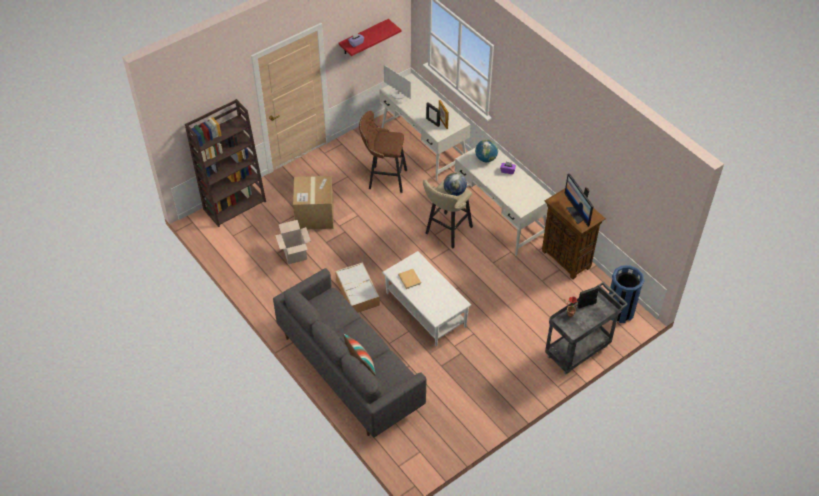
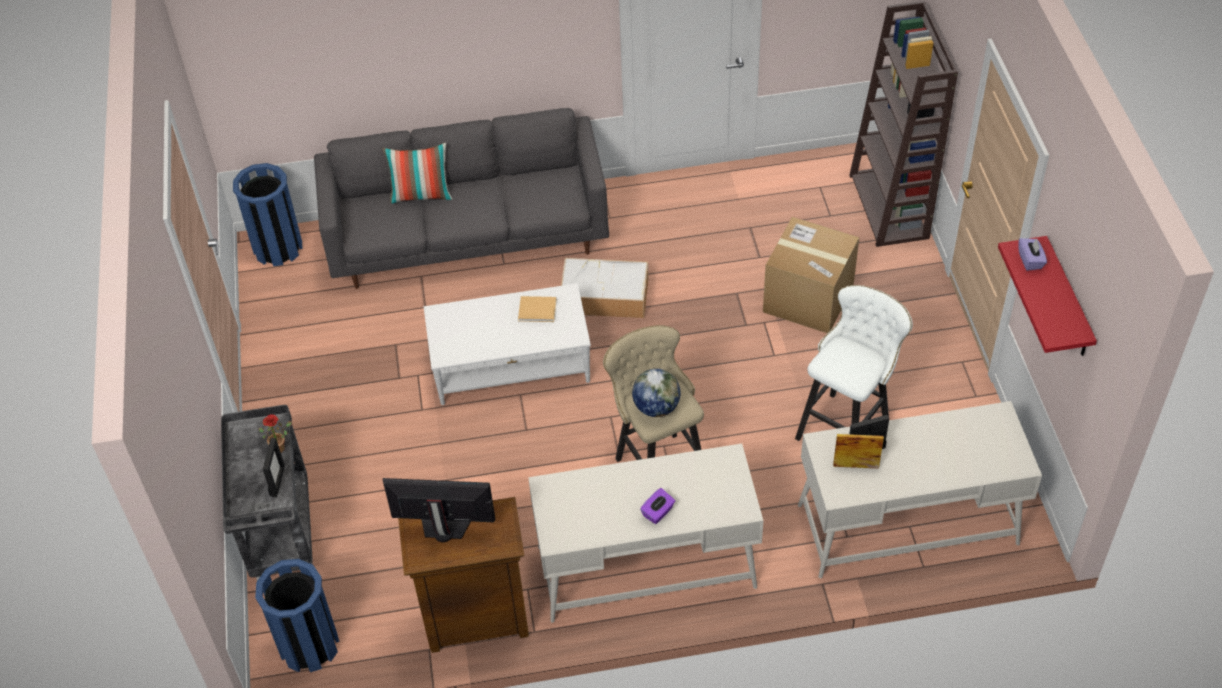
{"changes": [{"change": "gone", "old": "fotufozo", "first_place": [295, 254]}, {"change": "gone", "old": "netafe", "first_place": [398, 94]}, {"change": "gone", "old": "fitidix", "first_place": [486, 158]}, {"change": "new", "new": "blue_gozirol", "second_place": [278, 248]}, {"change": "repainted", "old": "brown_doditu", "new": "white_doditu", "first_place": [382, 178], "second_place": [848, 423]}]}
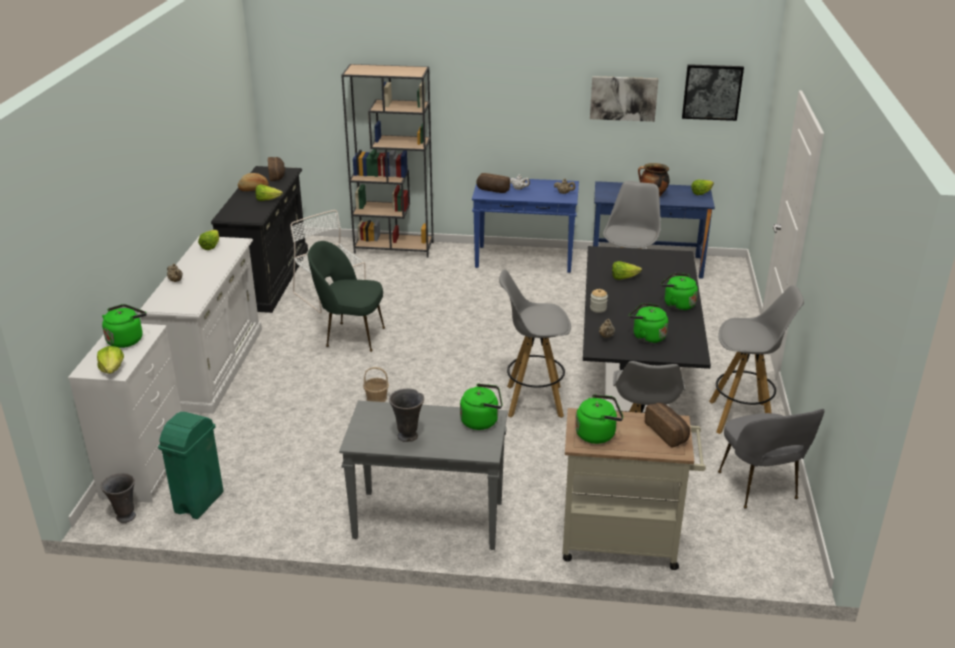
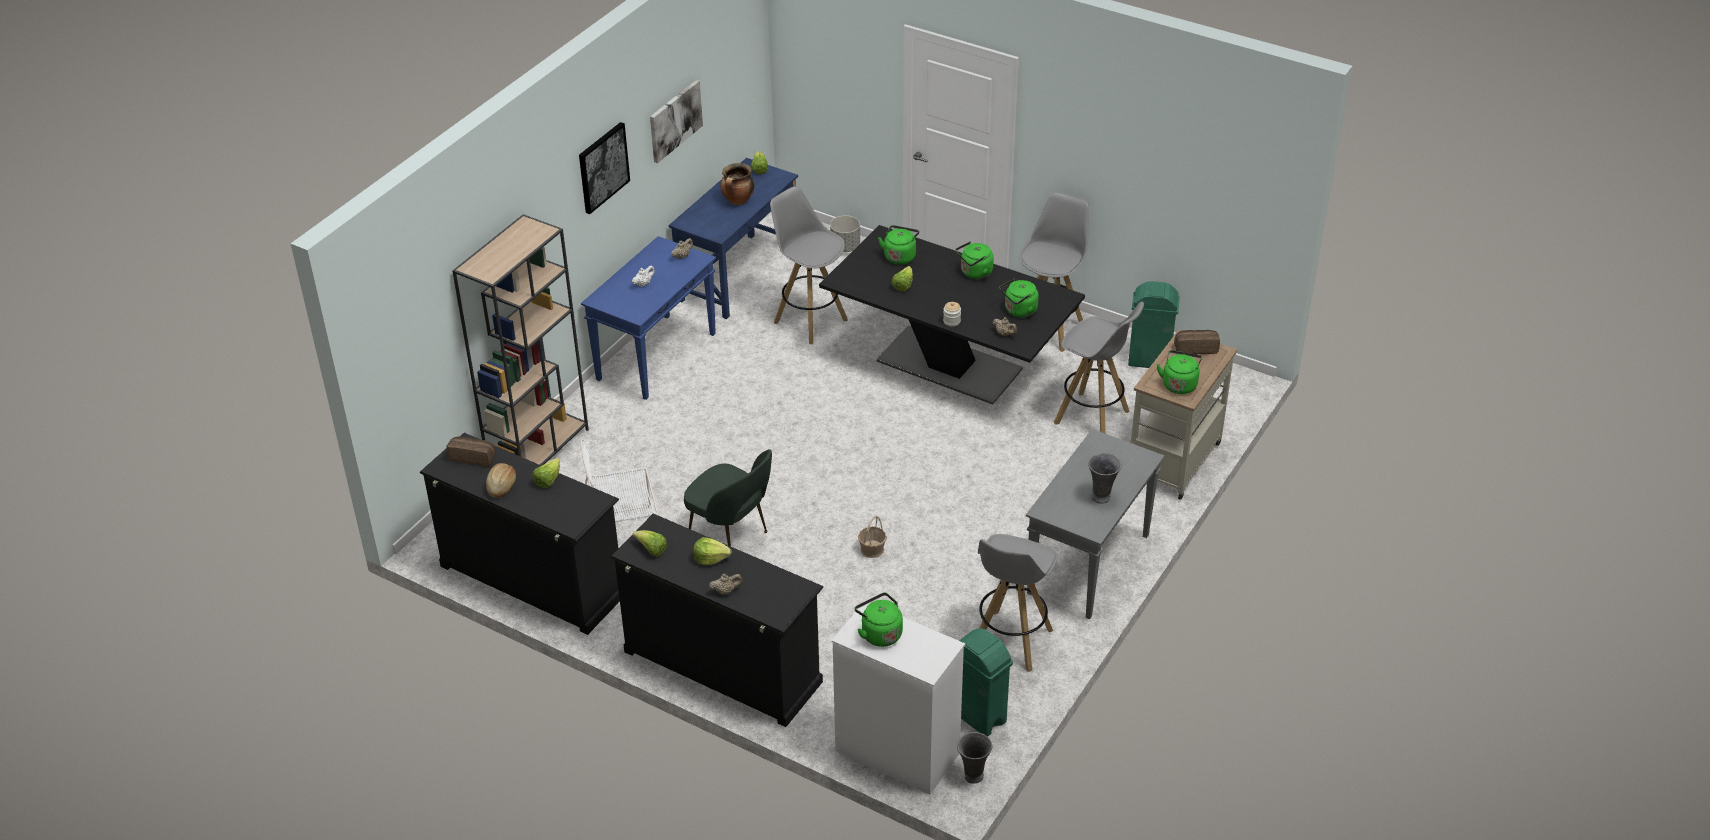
{"changes": [{"change": "gone", "old": "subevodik", "first_place": [492, 190]}, {"change": "new", "new": "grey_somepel", "second_place": [845, 247]}, {"change": "shifted", "old": "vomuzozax", "first_place": [112, 369], "second_place": [710, 558]}, {"change": "shifted", "old": "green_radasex", "first_place": [482, 421], "second_place": [900, 256]}, {"change": "shifted", "old": "grey_doditu", "first_place": [533, 401], "second_place": [1010, 641]}, {"change": "shifted", "old": "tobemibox", "first_place": [712, 92], "second_place": [603, 167]}, {"change": "swapped", "old": "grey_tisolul", "new": "green_gozirol", "first_place": [760, 490], "second_place": [1149, 361]}, {"change": "repainted", "old": "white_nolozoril", "new": "black_nolozoril", "first_place": [213, 367], "second_place": [722, 666]}, {"change": "rotated", "old": "green_tisolul", "first_place": [350, 336], "second_place": [732, 540], "degrees": -90}]}
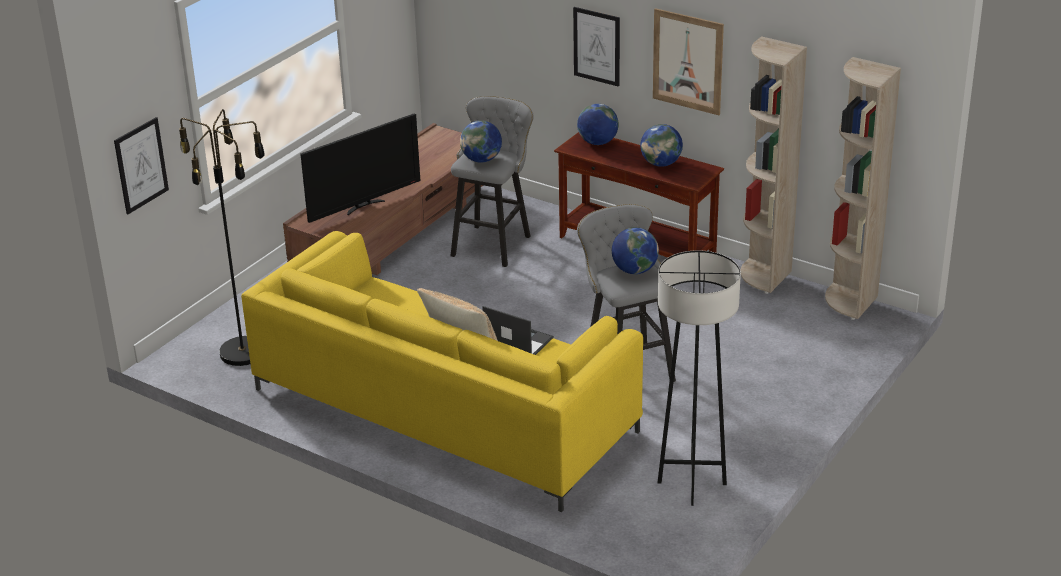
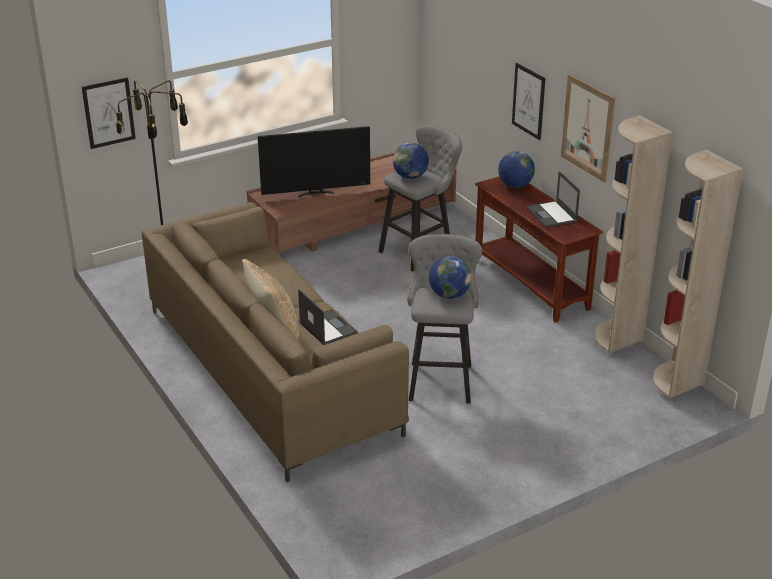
{"changes": [{"change": "gone", "old": "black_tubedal", "first_place": [692, 483]}, {"change": "swapped", "old": "fitidix", "new": "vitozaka", "first_place": [661, 164], "second_place": [552, 215]}, {"change": "repainted", "old": "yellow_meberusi", "new": "brown_meberusi", "first_place": [443, 409], "second_place": [270, 369]}]}
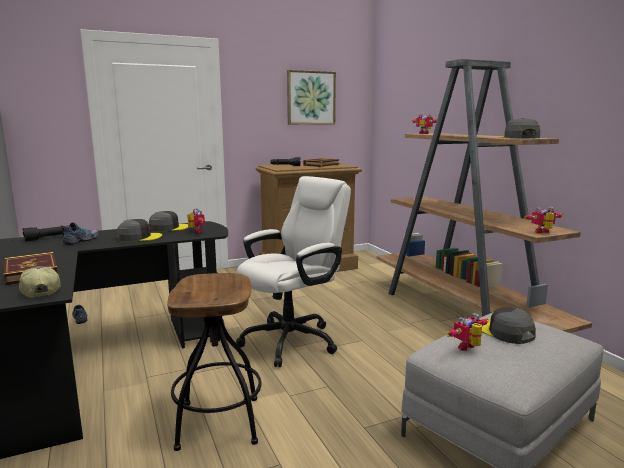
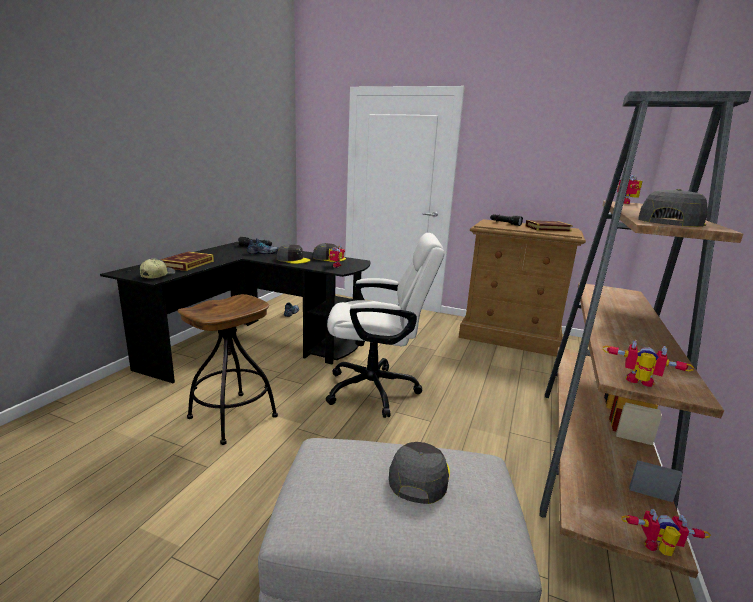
{"changes": [{"change": "gone", "old": "tobemibox", "first_place": [311, 98]}, {"change": "shifted", "old": "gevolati", "first_place": [469, 348], "second_place": [659, 551]}]}
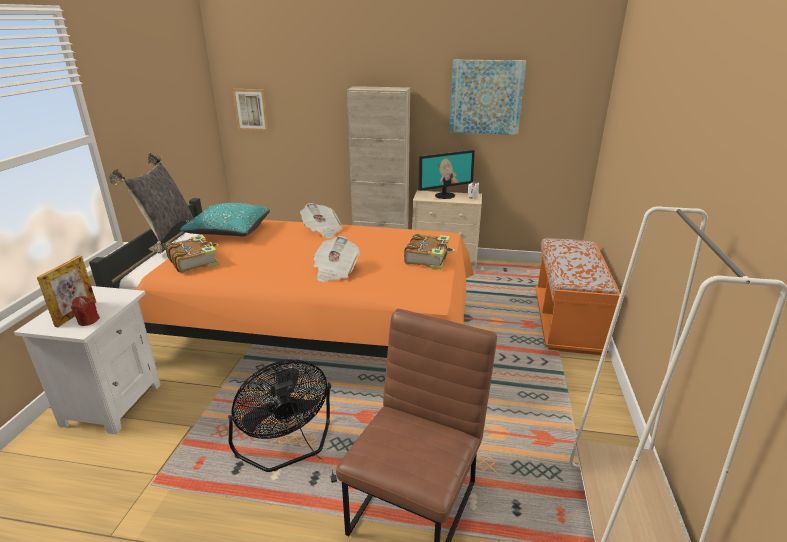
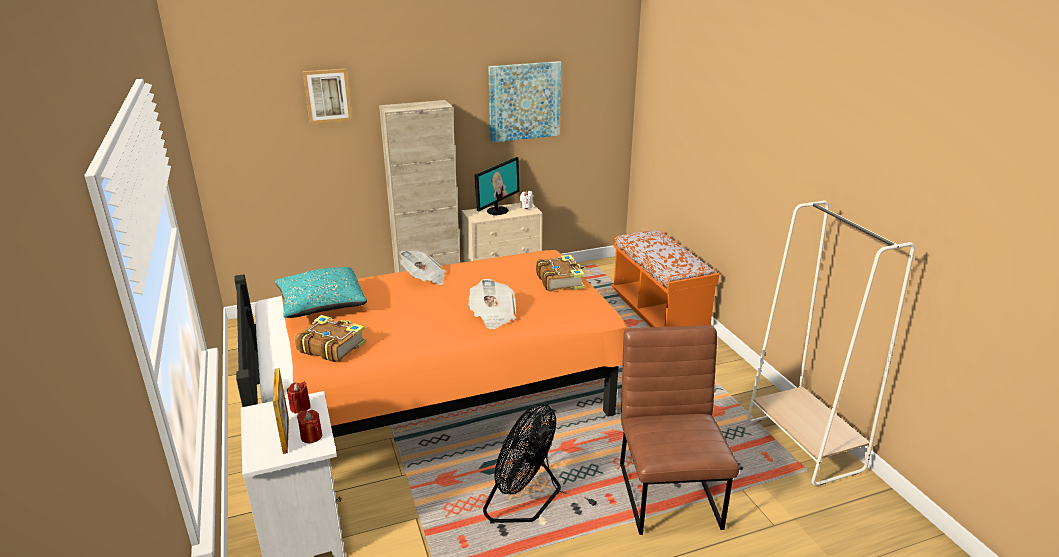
{"changes": [{"change": "gone", "old": "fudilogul", "first_place": [166, 241]}, {"change": "new", "new": "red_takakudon", "second_place": [300, 407]}, {"change": "shifted", "old": "tobemibox", "first_place": [251, 109], "second_place": [327, 95]}]}
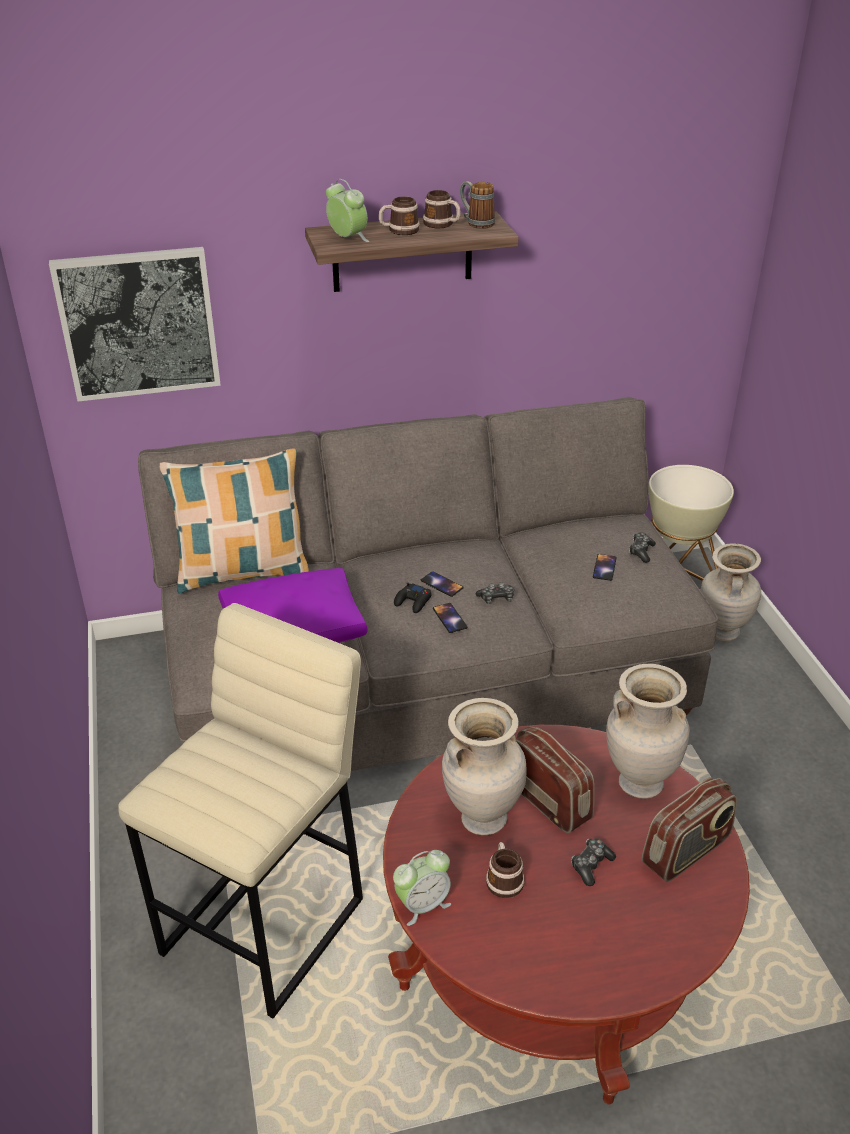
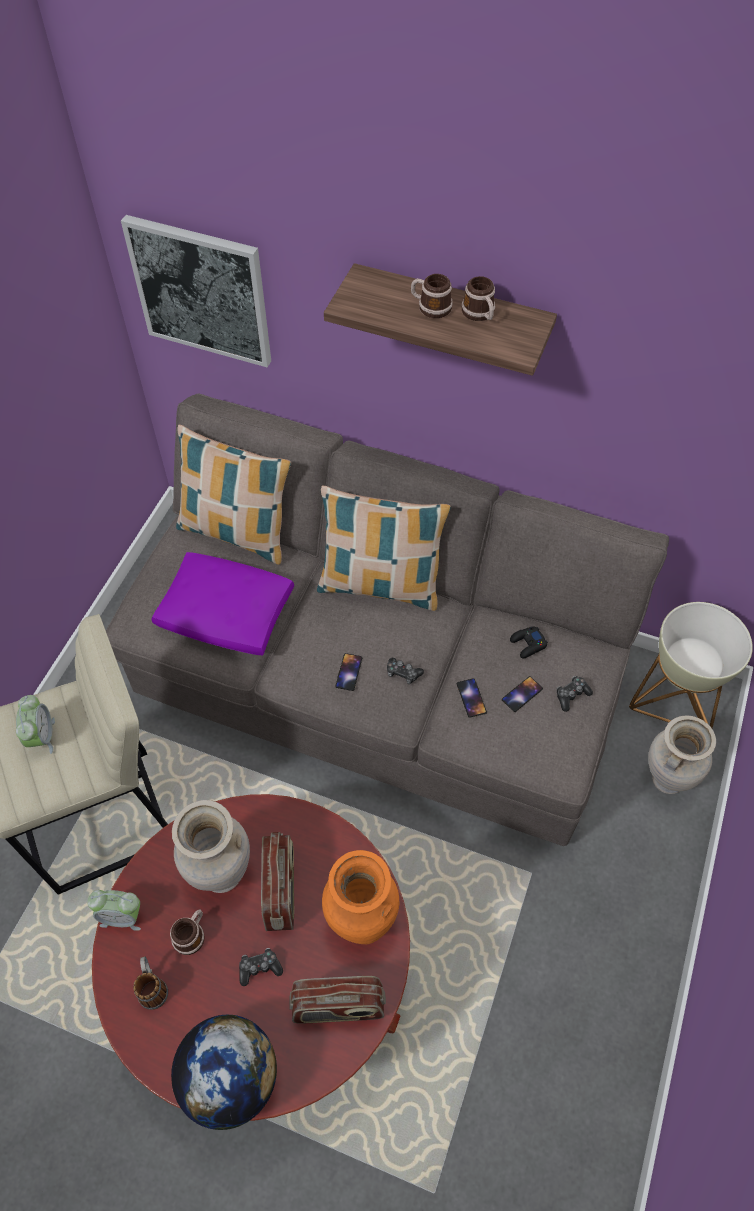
{"changes": [{"change": "new", "new": "fitidix", "second_place": [230, 1078]}, {"change": "new", "new": "fudilogul", "second_place": [380, 585]}, {"change": "shifted", "old": "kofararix", "first_place": [347, 239], "second_place": [41, 736]}, {"change": "shifted", "old": "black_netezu", "first_place": [413, 602], "second_place": [528, 644]}, {"change": "shifted", "old": "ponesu", "first_place": [442, 584], "second_place": [471, 698]}, {"change": "shifted", "old": "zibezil", "first_place": [476, 222], "second_place": [152, 987]}, {"change": "repainted", "old": "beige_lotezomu", "new": "orange_lotezomu", "first_place": [639, 782], "second_place": [362, 921]}]}
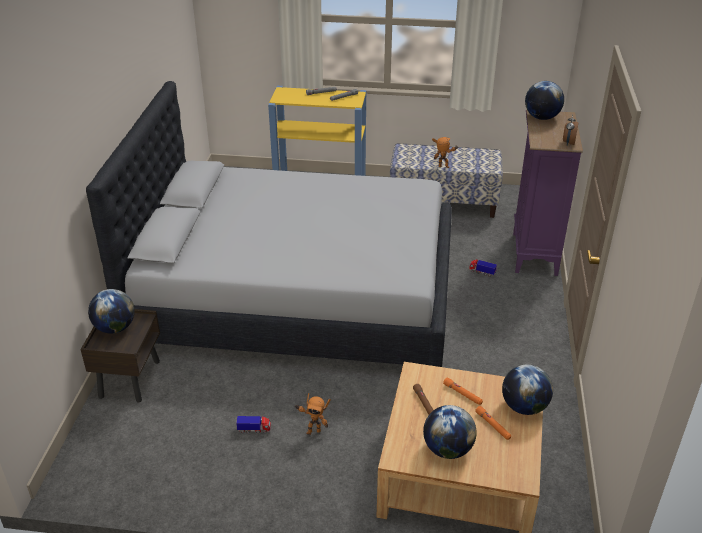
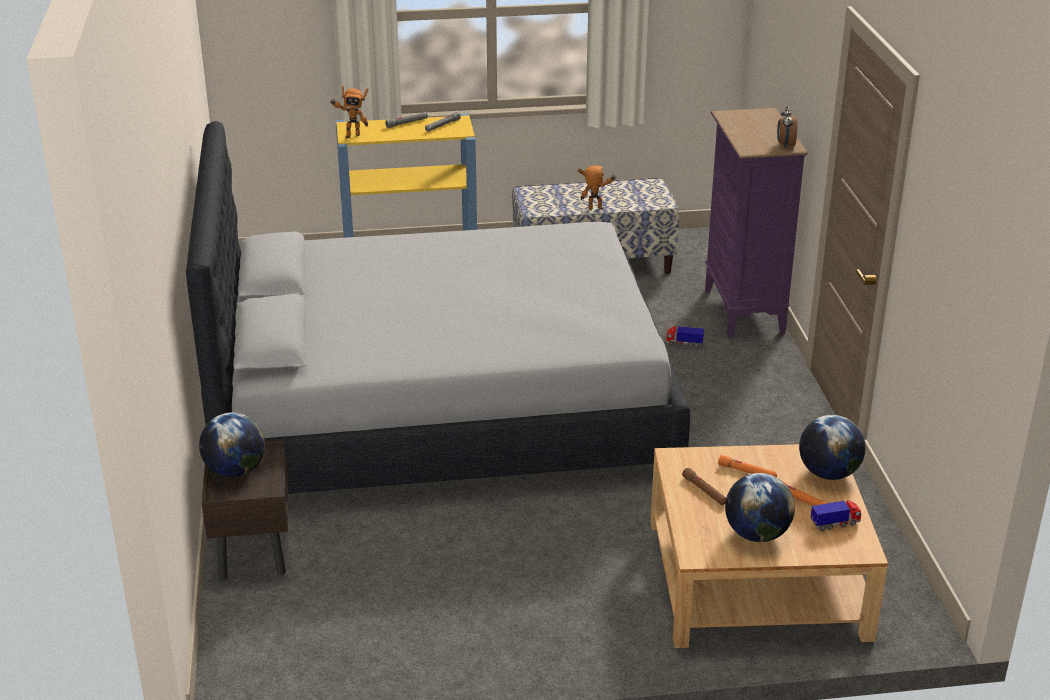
{"changes": [{"change": "gone", "old": "fitidix", "first_place": [542, 117]}, {"change": "shifted", "old": "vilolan", "first_place": [254, 429], "second_place": [835, 524]}, {"change": "shifted", "old": "gevolati", "first_place": [313, 431], "second_place": [351, 135]}]}
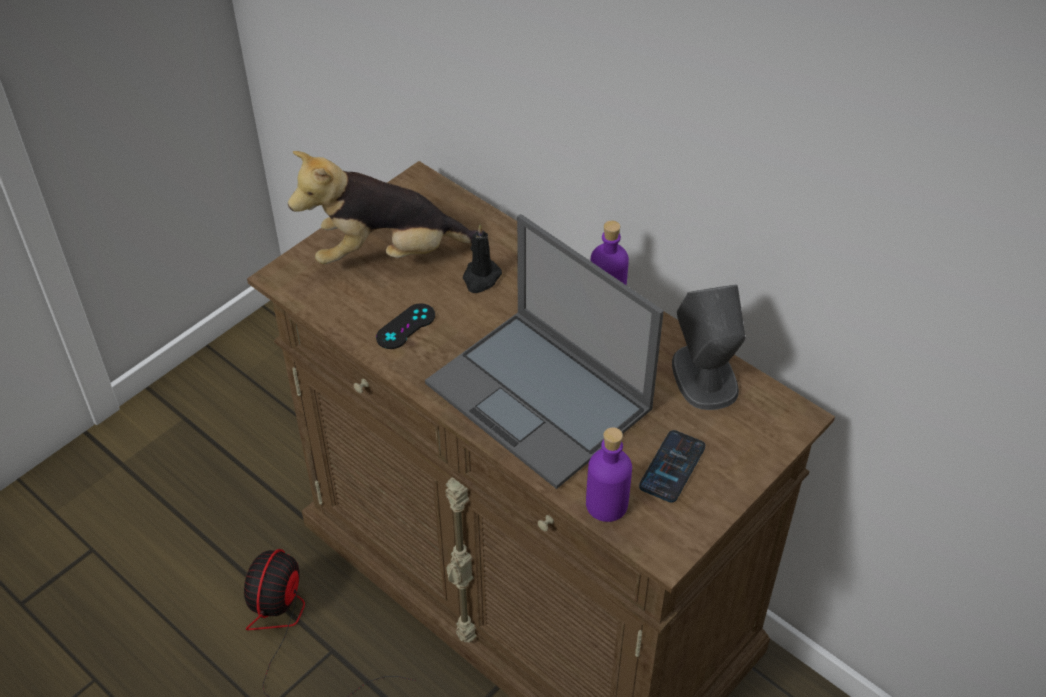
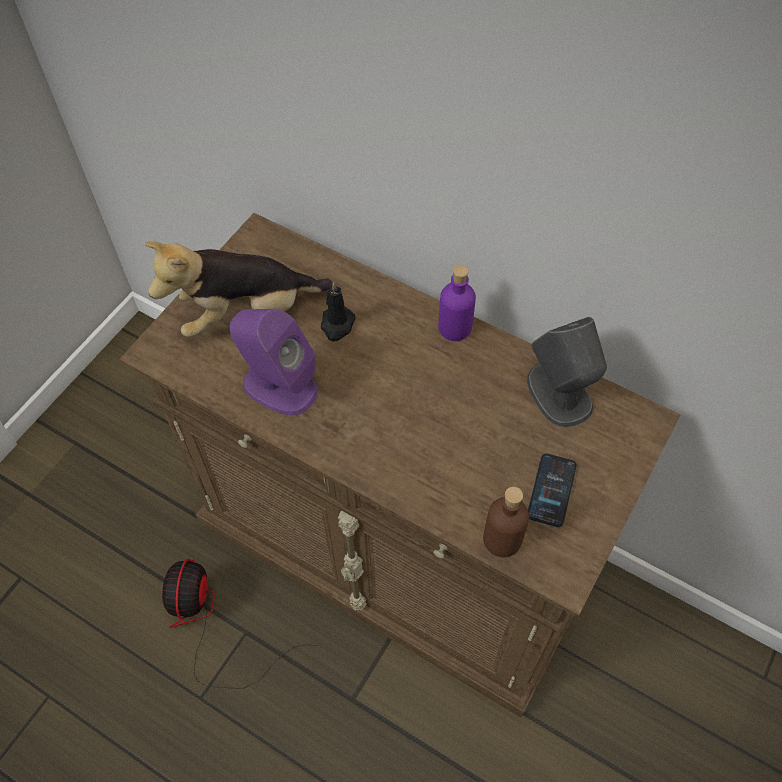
{"changes": [{"change": "gone", "old": "vitozaka", "first_place": [541, 397]}, {"change": "swapped", "old": "black_netezu", "new": "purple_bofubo", "first_place": [406, 326], "second_place": [279, 386]}, {"change": "repainted", "old": "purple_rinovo", "new": "brown_rinovo", "first_place": [606, 504], "second_place": [502, 539]}]}
